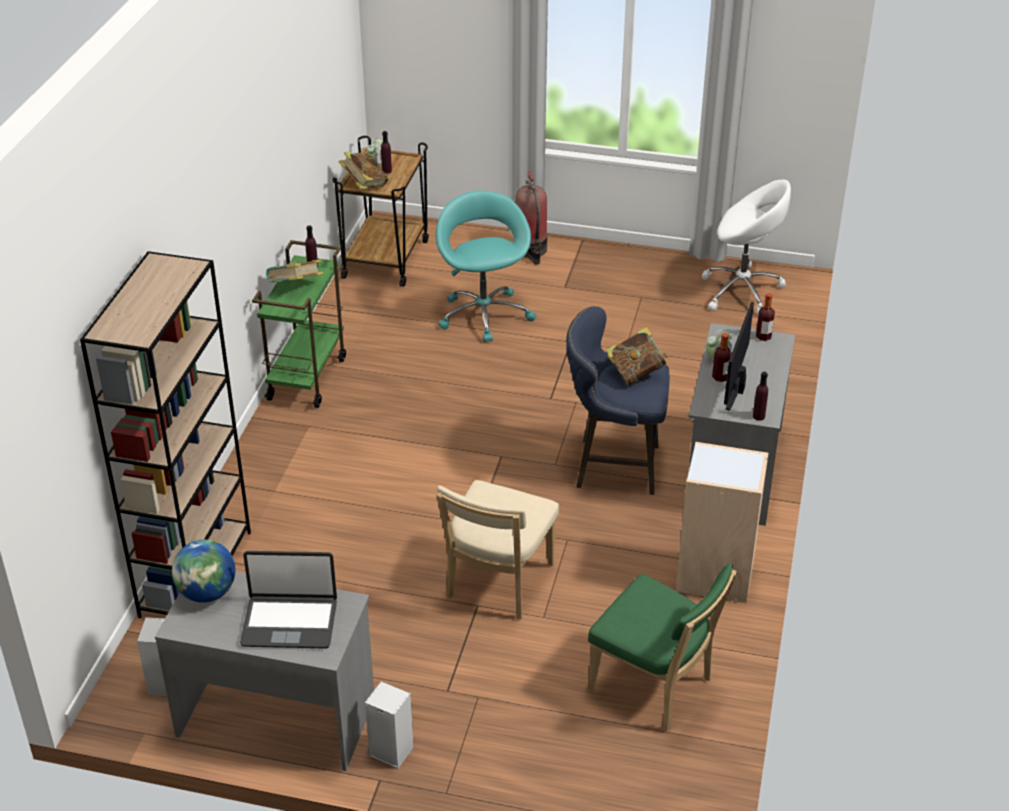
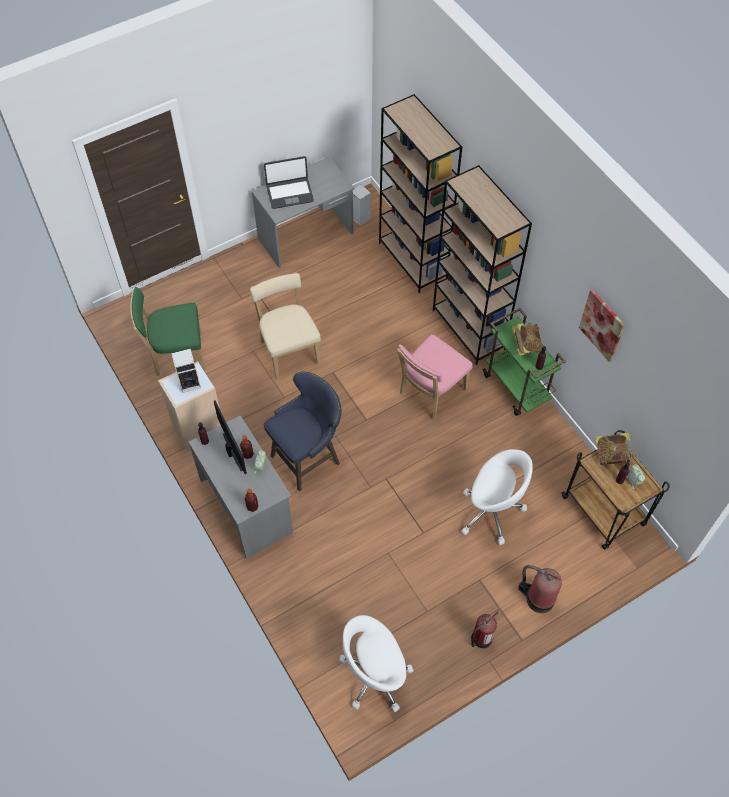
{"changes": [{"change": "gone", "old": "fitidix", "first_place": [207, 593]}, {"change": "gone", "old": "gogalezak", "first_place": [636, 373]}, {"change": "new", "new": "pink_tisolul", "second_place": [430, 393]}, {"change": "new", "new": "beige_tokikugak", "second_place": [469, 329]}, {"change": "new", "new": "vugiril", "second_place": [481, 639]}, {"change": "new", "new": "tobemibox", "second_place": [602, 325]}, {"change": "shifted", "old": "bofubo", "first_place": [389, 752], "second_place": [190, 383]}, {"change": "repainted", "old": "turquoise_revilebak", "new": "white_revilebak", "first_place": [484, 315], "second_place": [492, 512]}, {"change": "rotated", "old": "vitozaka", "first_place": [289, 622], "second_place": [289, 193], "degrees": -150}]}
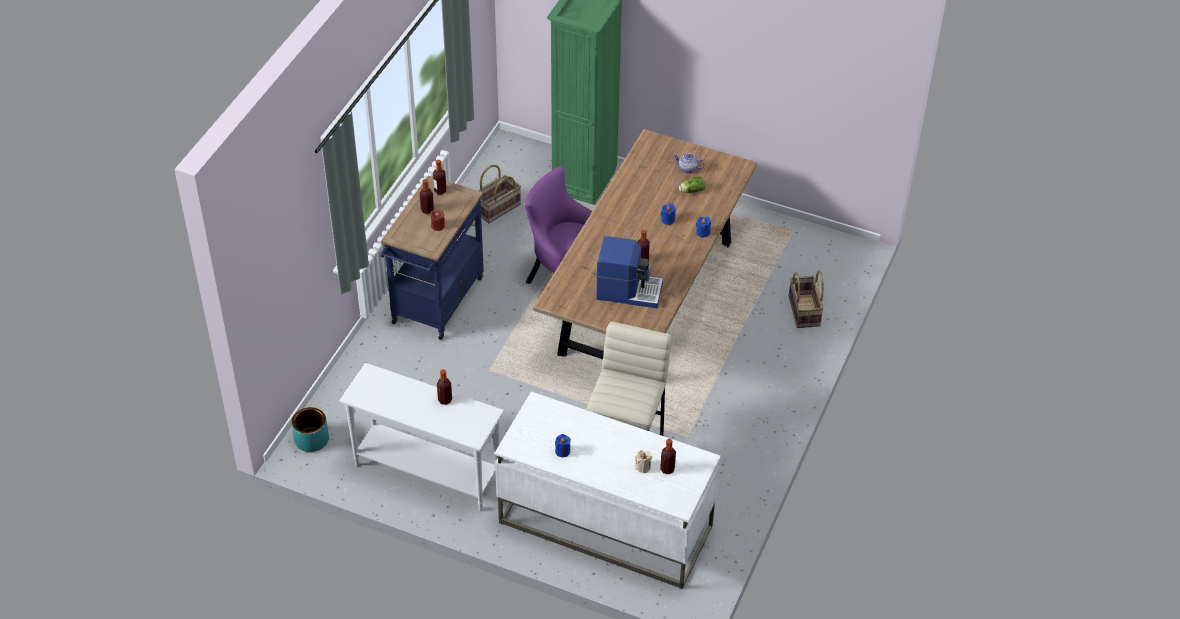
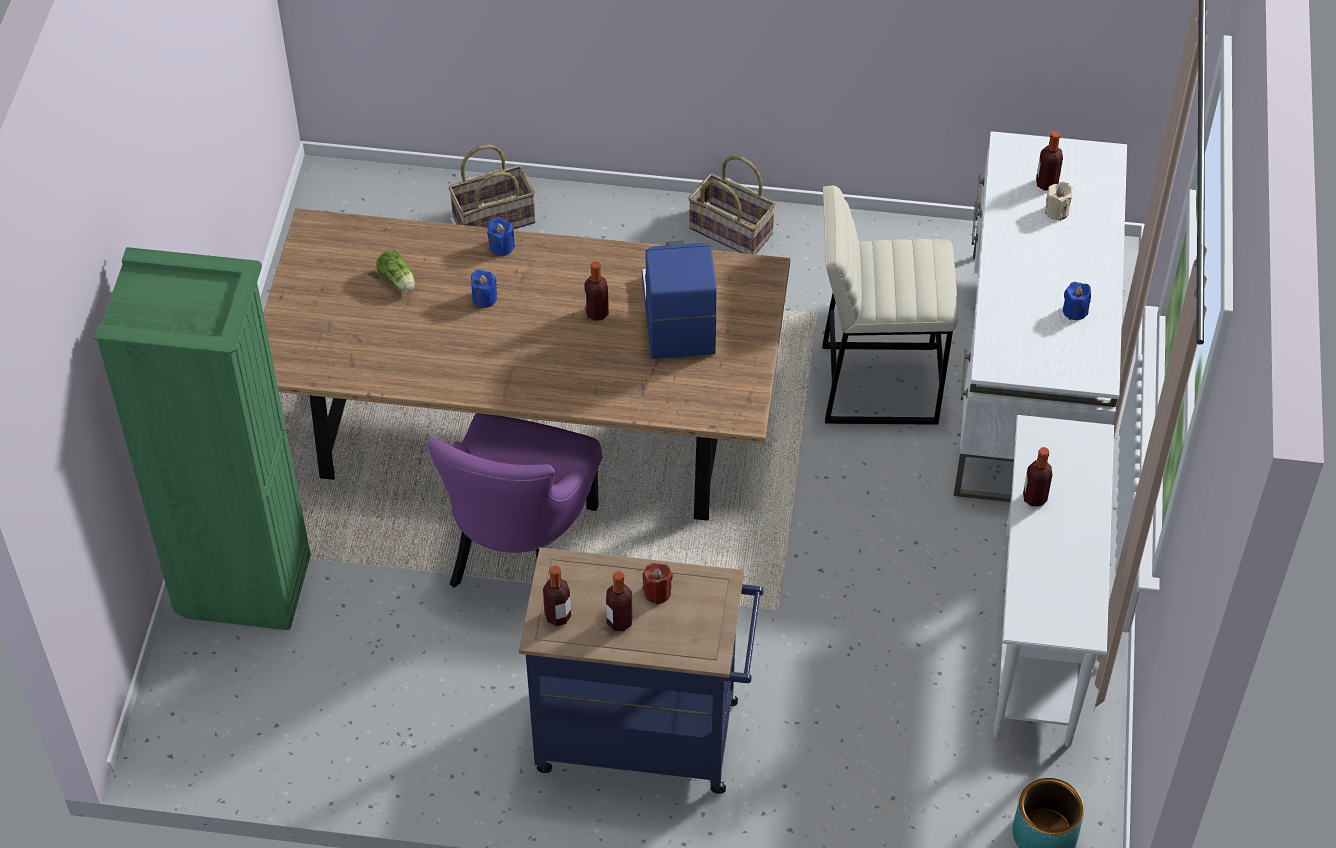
{"changes": [{"change": "gone", "old": "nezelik", "first_place": [688, 169]}, {"change": "shifted", "old": "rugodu", "first_place": [497, 208], "second_place": [732, 230]}]}
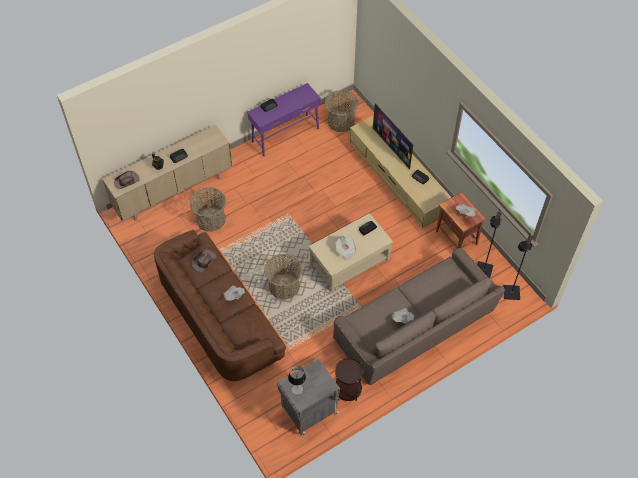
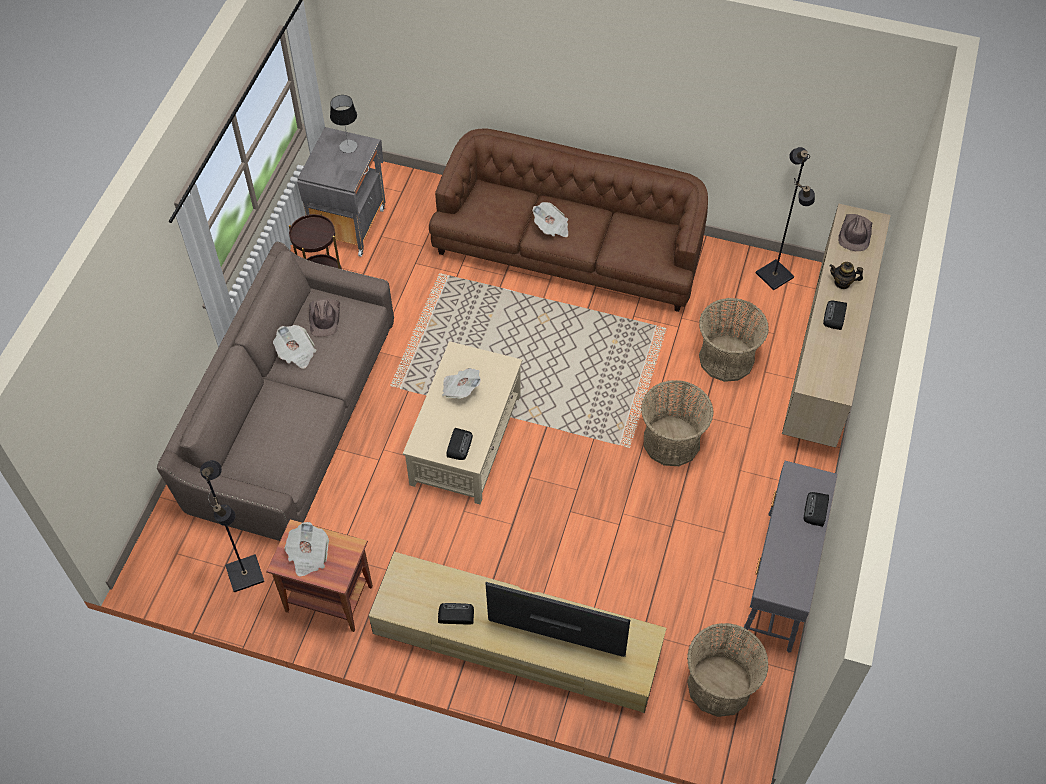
{"changes": [{"change": "shifted", "old": "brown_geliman", "first_place": [204, 261], "second_place": [325, 317]}, {"change": "shifted", "old": "rugodu", "first_place": [284, 286], "second_place": [671, 441]}, {"change": "shifted", "old": "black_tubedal", "first_place": [511, 292], "second_place": [774, 275]}, {"change": "repainted", "old": "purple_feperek", "new": "grey_feperek", "first_place": [285, 135], "second_place": [778, 580]}]}
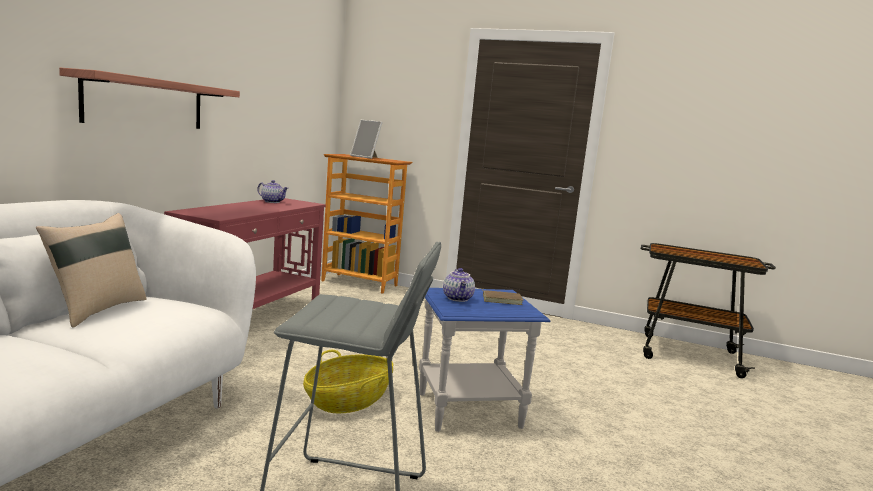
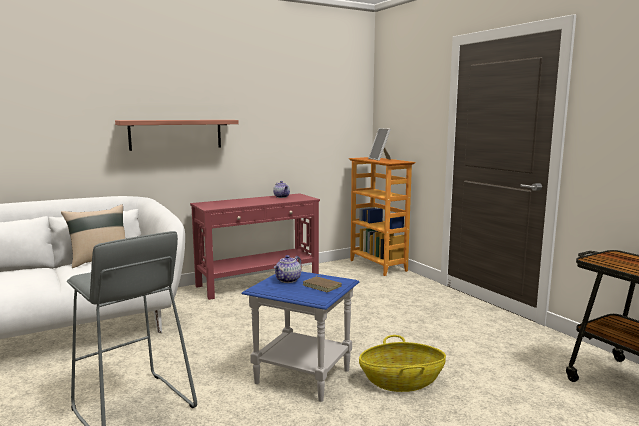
{"changes": [{"change": "shifted", "old": "rugodu", "first_place": [348, 401], "second_place": [401, 381]}]}
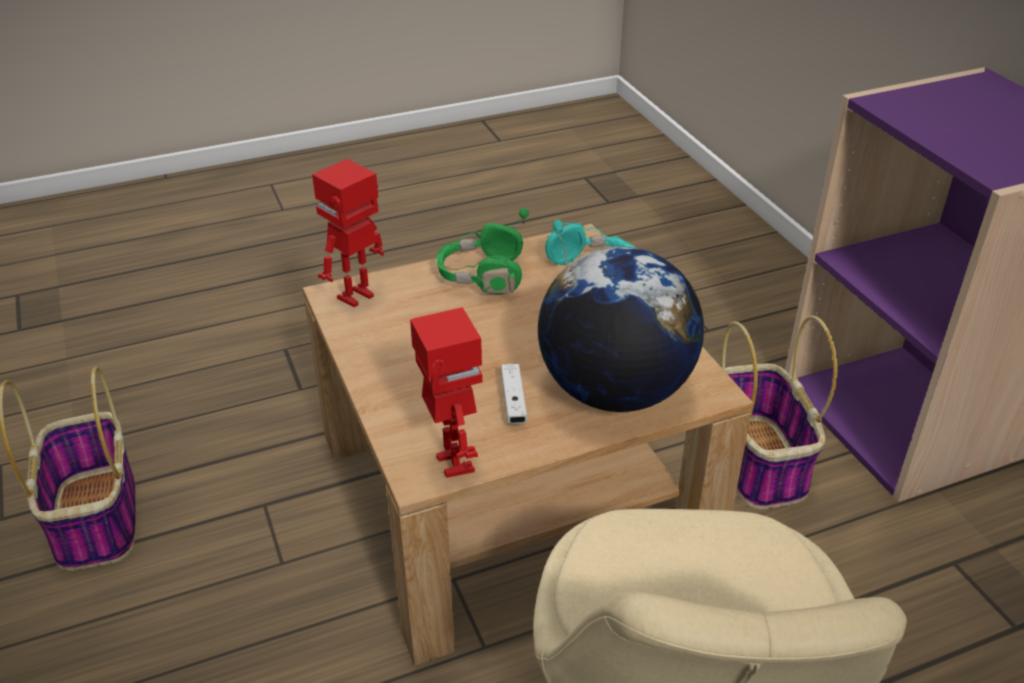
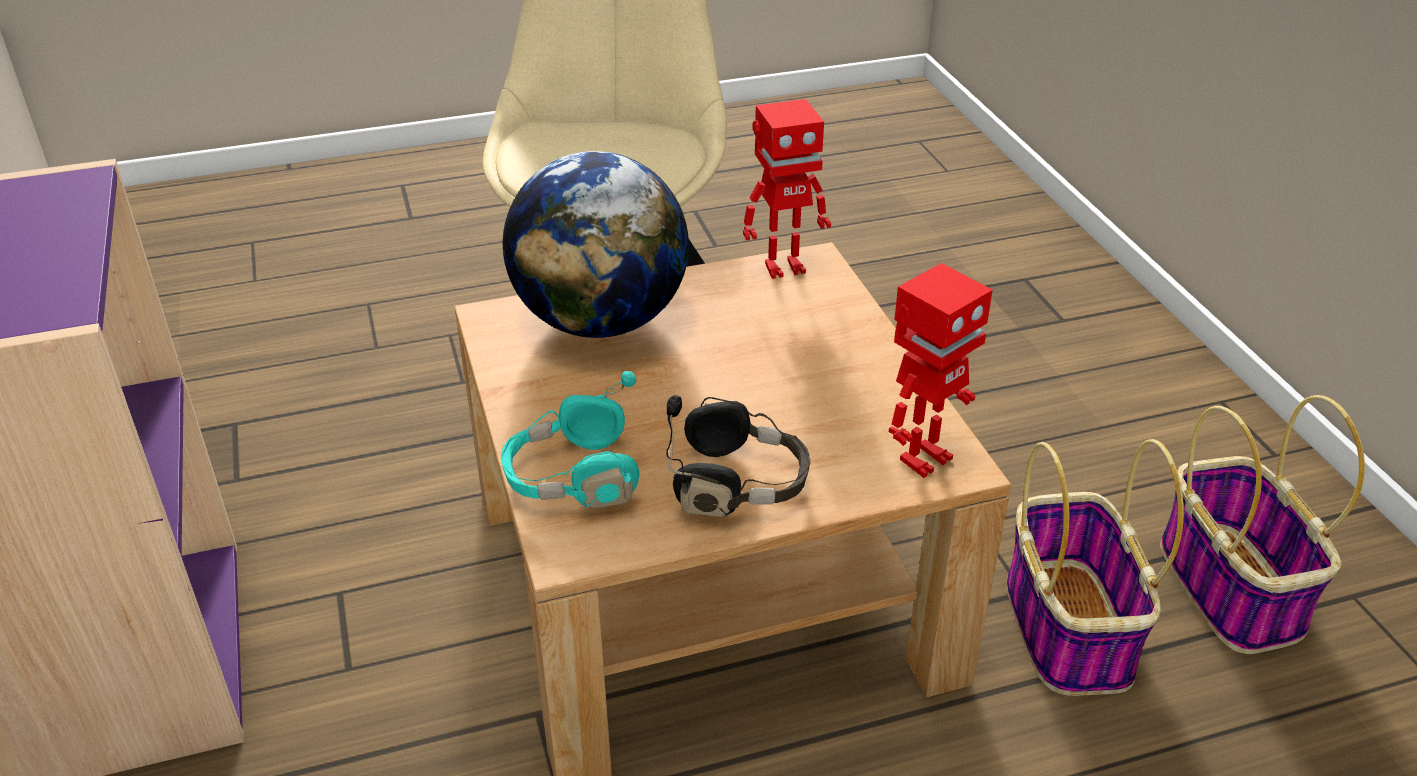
{"changes": [{"change": "gone", "old": "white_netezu", "first_place": [513, 401]}, {"change": "shifted", "old": "rugodu", "first_place": [759, 463], "second_place": [1066, 626]}, {"change": "repainted", "old": "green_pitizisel", "new": "black_pitizisel", "first_place": [482, 276], "second_place": [739, 484]}, {"change": "rotated", "old": "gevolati", "first_place": [452, 464], "second_place": [783, 267], "degrees": -90}]}
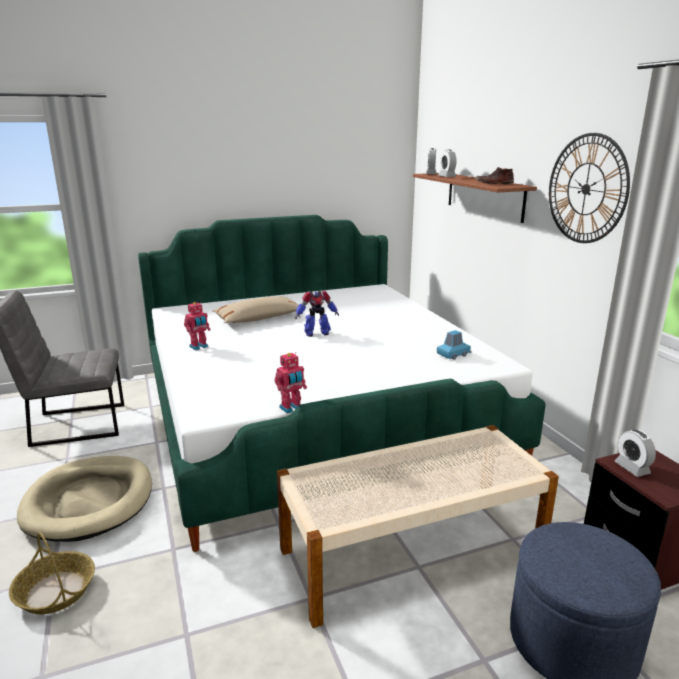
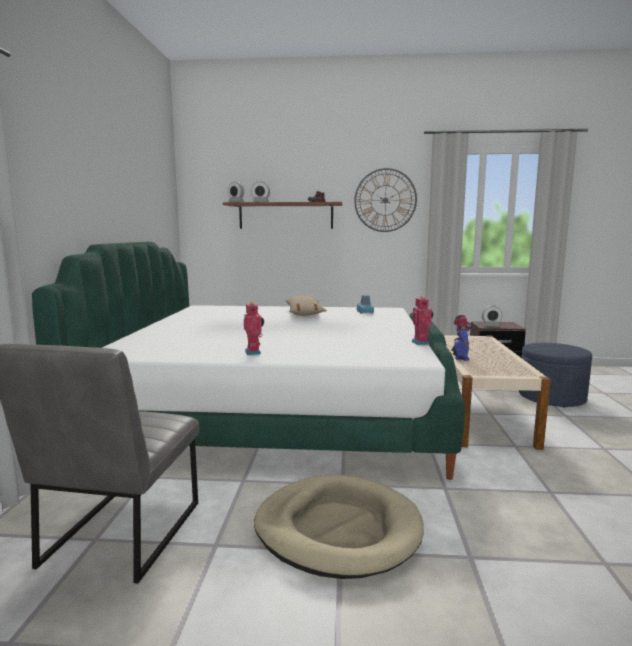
{"changes": [{"change": "gone", "old": "rugodu", "first_place": [56, 591]}, {"change": "shifted", "old": "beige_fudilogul", "first_place": [259, 318], "second_place": [304, 313]}, {"change": "shifted", "old": "gevolati", "first_place": [316, 333], "second_place": [460, 357]}]}
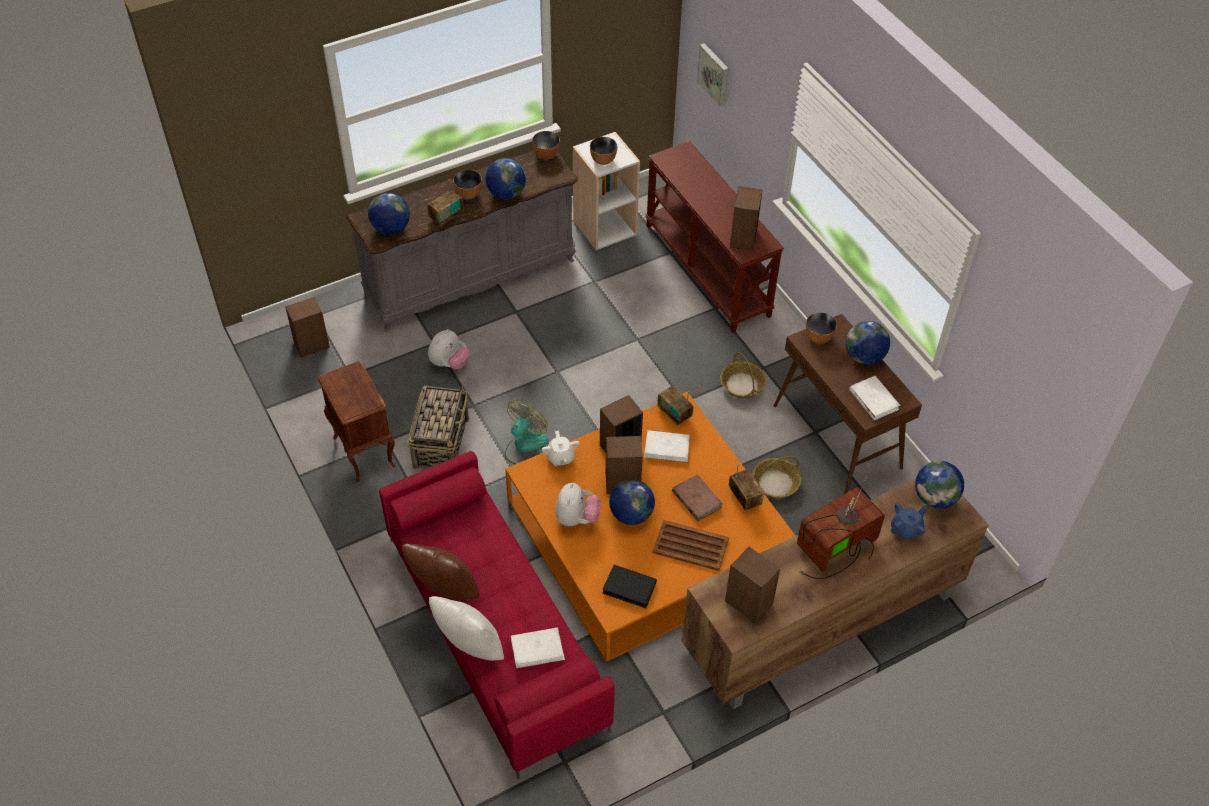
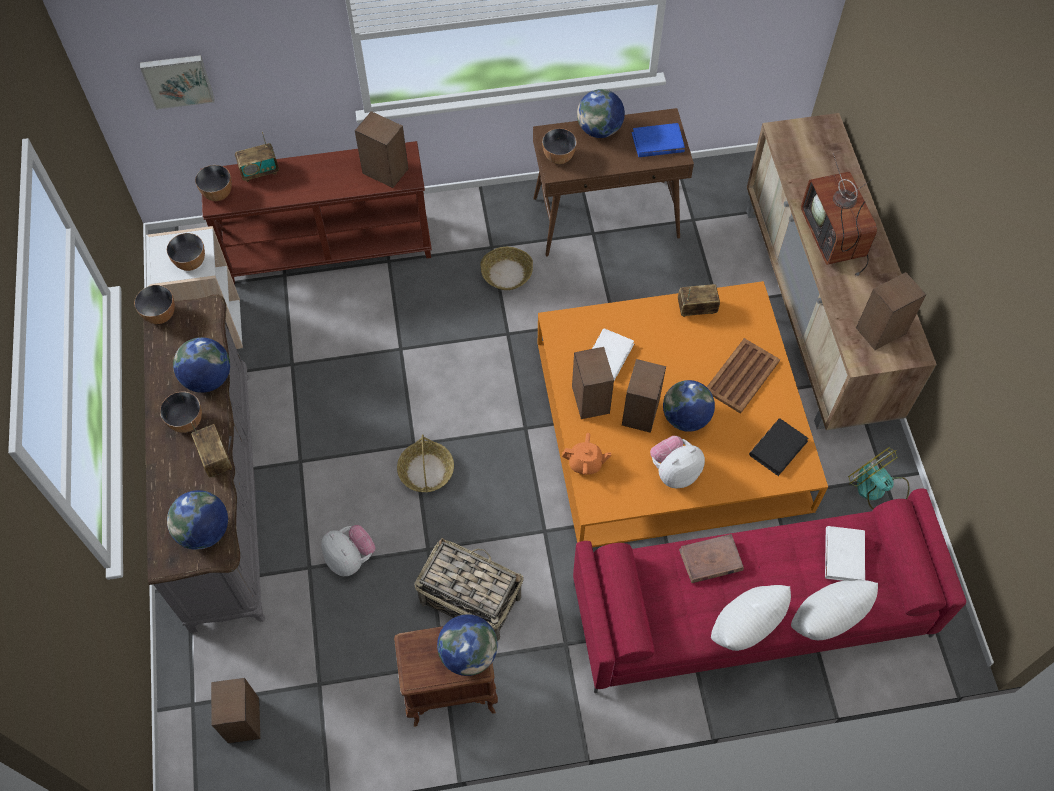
{"changes": [{"change": "gone", "old": "blue_nezelik", "first_place": [906, 529]}, {"change": "new", "new": "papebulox", "second_place": [218, 193]}, {"change": "shifted", "old": "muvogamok", "first_place": [525, 447], "second_place": [877, 490]}, {"change": "shifted", "old": "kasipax", "first_place": [674, 413], "second_place": [259, 171]}, {"change": "shifted", "old": "brown_gogalezak", "first_place": [696, 499], "second_place": [710, 560]}, {"change": "shifted", "old": "rugodu", "first_place": [775, 483], "second_place": [426, 471]}, {"change": "shifted", "old": "fitidix", "first_place": [935, 498], "second_place": [468, 653]}, {"change": "repainted", "old": "brown_fudilogul", "new": "white_fudilogul", "first_place": [444, 591], "second_place": [744, 632]}, {"change": "repainted", "old": "white_nezelik", "new": "orange_nezelik", "first_place": [560, 457], "second_place": [585, 463]}, {"change": "repainted", "old": "white_gogalezak", "new": "blue_gogalezak", "first_place": [873, 399], "second_place": [657, 143]}, {"change": "rotated", "old": "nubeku", "first_place": [576, 518], "second_place": [674, 471], "degrees": -60}]}
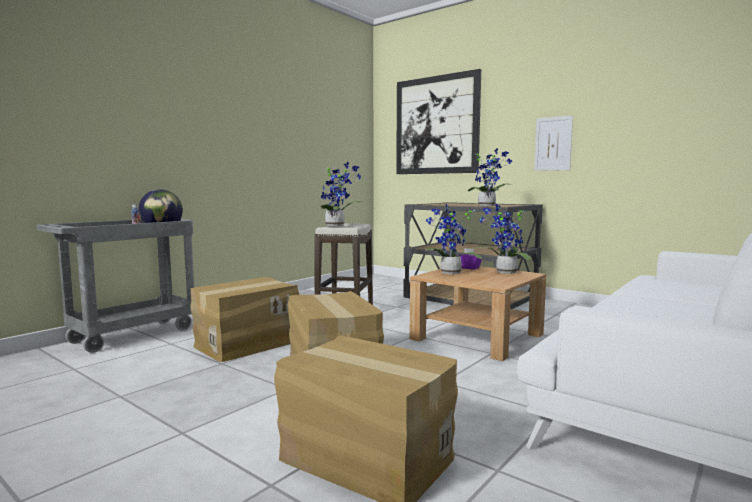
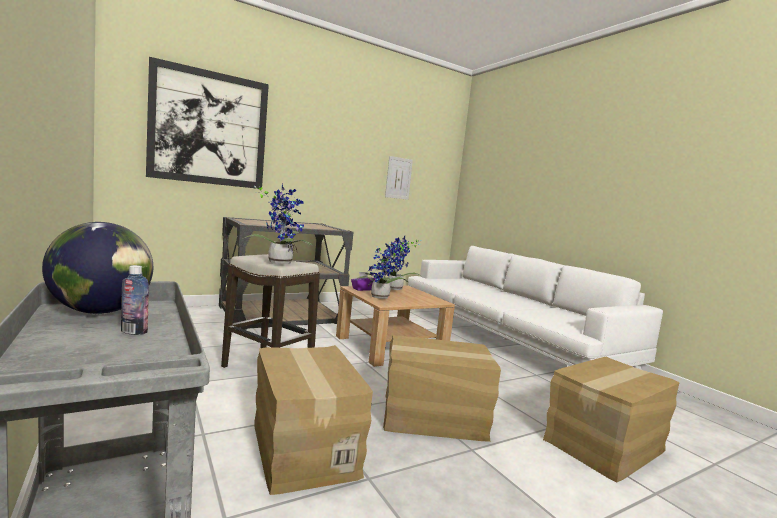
{"changes": [{"change": "gone", "old": "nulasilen", "first_place": [488, 206]}, {"change": "shifted", "old": "tobemibox", "first_place": [553, 144], "second_place": [398, 178]}]}
